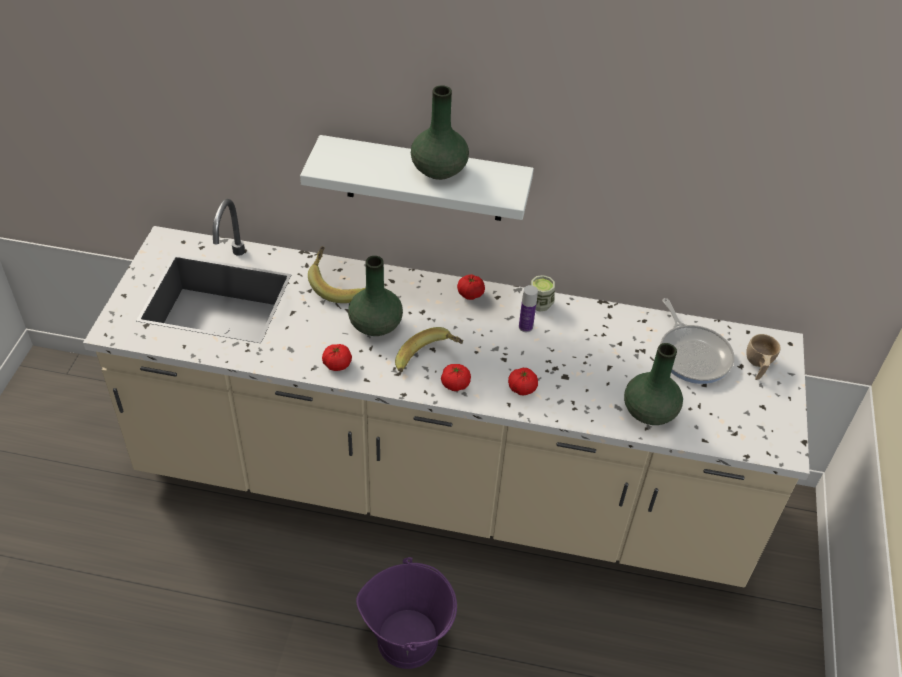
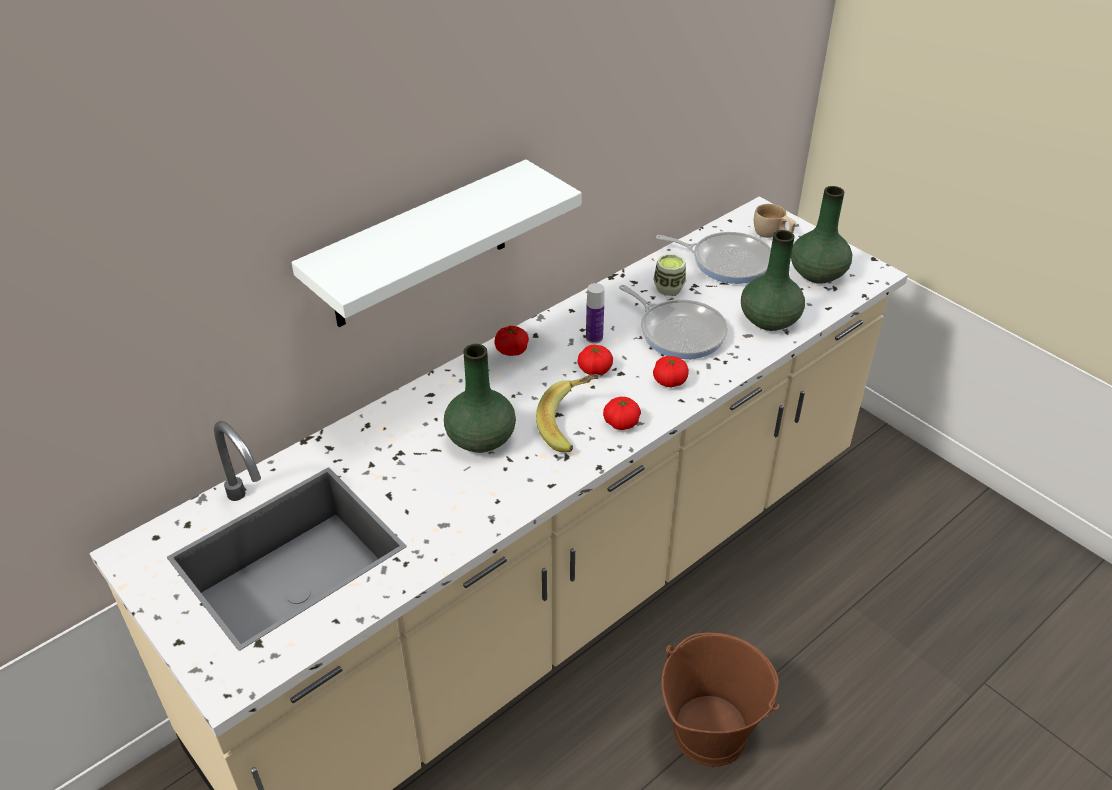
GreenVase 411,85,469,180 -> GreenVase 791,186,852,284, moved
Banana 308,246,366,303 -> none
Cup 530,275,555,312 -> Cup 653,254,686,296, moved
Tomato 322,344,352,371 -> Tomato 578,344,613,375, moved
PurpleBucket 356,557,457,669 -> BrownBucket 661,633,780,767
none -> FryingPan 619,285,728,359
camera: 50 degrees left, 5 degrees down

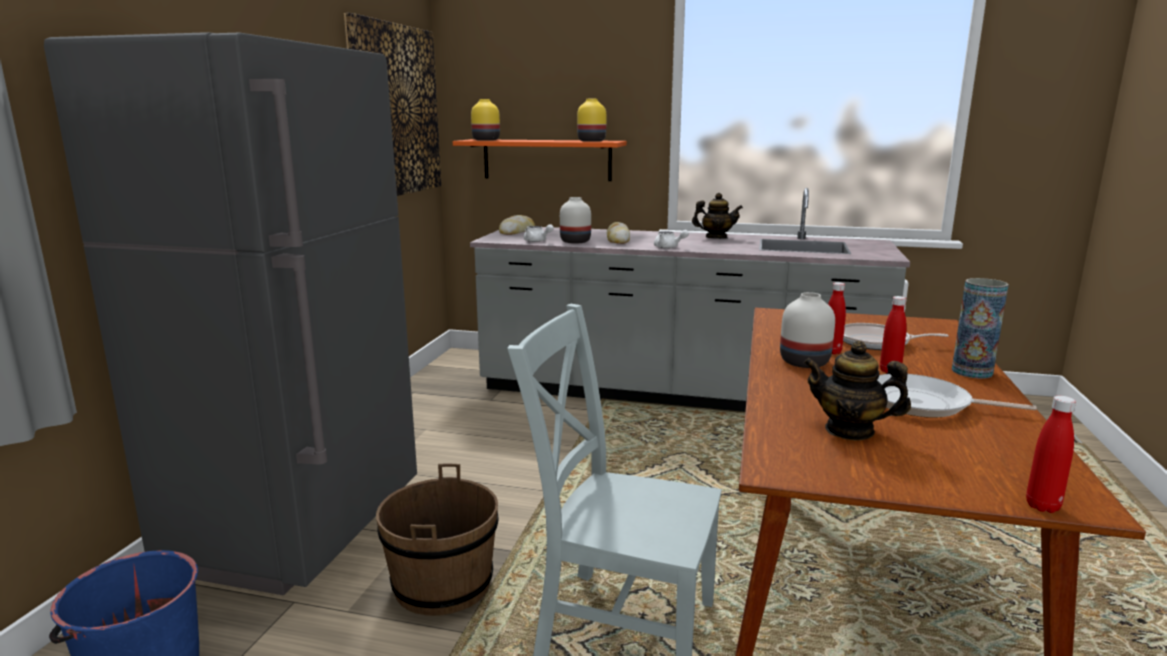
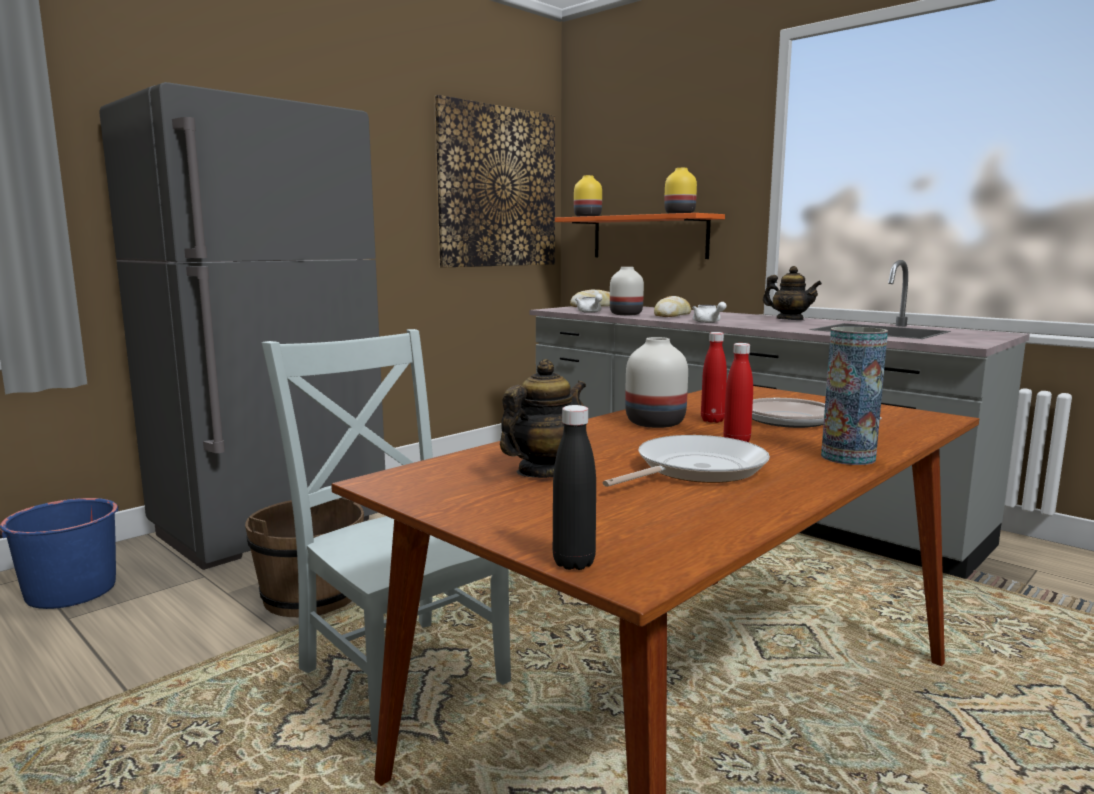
Teapot 803,341,911,440 -> Teapot 500,359,586,478, 75 degrees clockwise
FryingPan 877,374,1037,418 -> FryingPan 603,435,770,487, 90 degrees clockwise
RedBottle 1026,396,1076,513 -> BlackBottle 553,405,596,570
camera: 30 degrees right, 5 degrees down

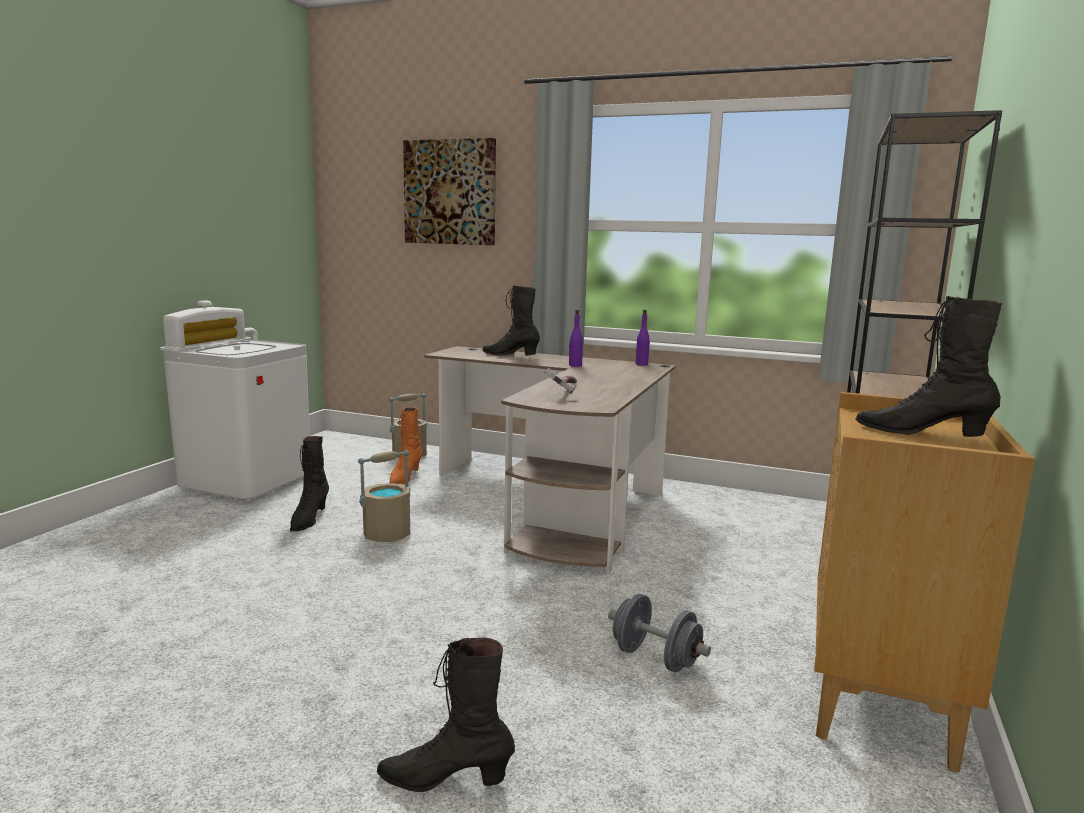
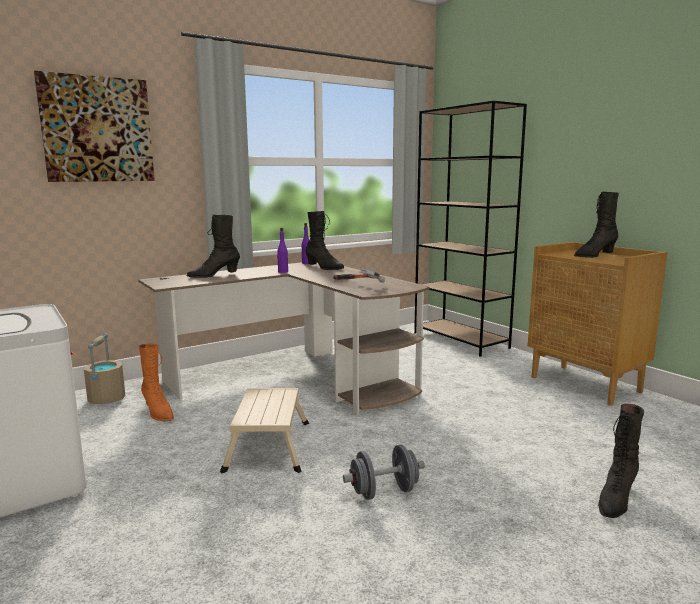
BlackBoot 290,436,329,531 -> BlackBoot 305,211,344,270, moved
BeigeBucket 358,450,410,542 -> BeigeStepLadder 220,388,309,474
GreyDumbbell 608,594,711,672 -> GreyDumbbell 343,445,425,500, moved
camera: 55 degrees left, 0 degrees up

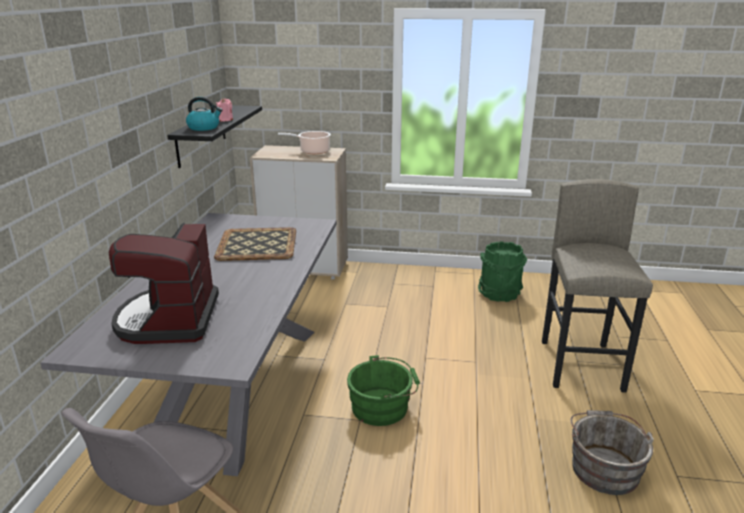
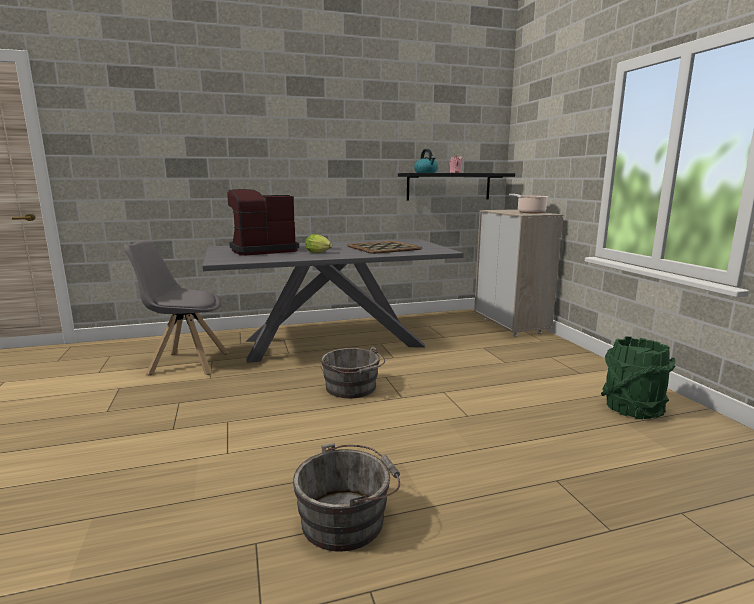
GreyStool 542,179,653,392 -> none
GreenBucket 347,355,420,426 -> GreyBucket 321,346,385,398
none -> Lettuce 305,234,332,253
camera: 65 degrees right, 10 degrees down

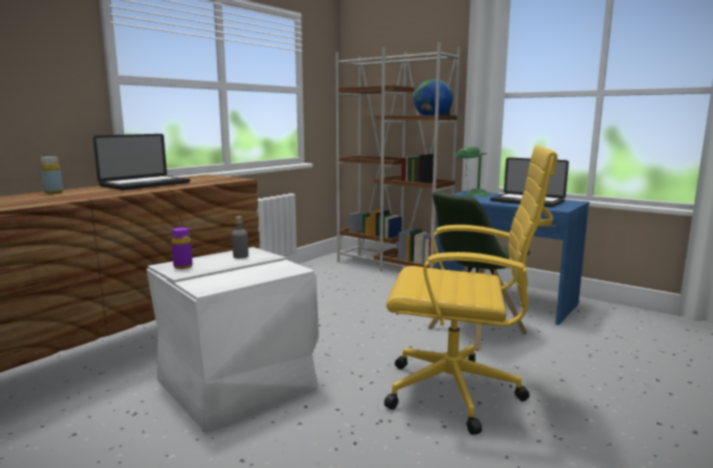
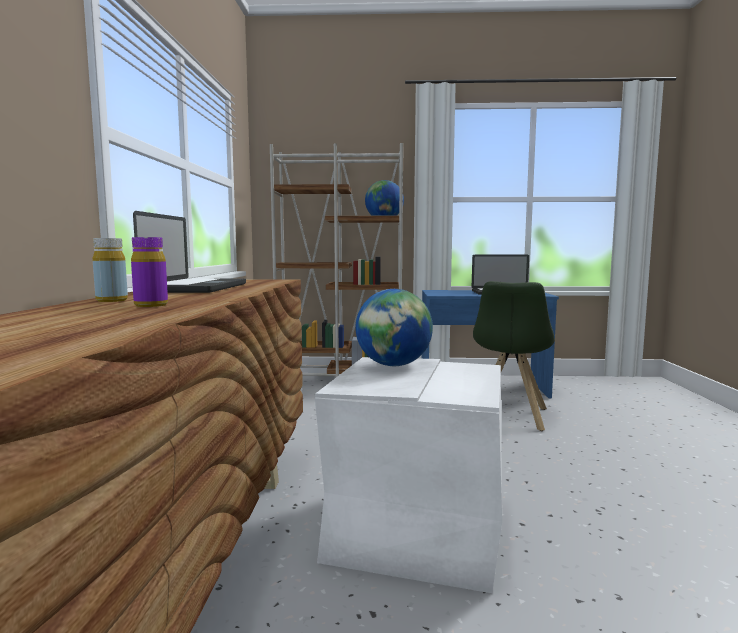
YellowOfficeChair 384,146,558,435 -> none
GreenTableLamp 455,147,491,196 -> none
GreyBottle 232,216,249,258 -> Globe 355,289,433,366
PurpleBottle 172,227,193,269 -> PurpleBottle 131,237,168,307, moved
camera: 35 degrees left, 5 degrees down

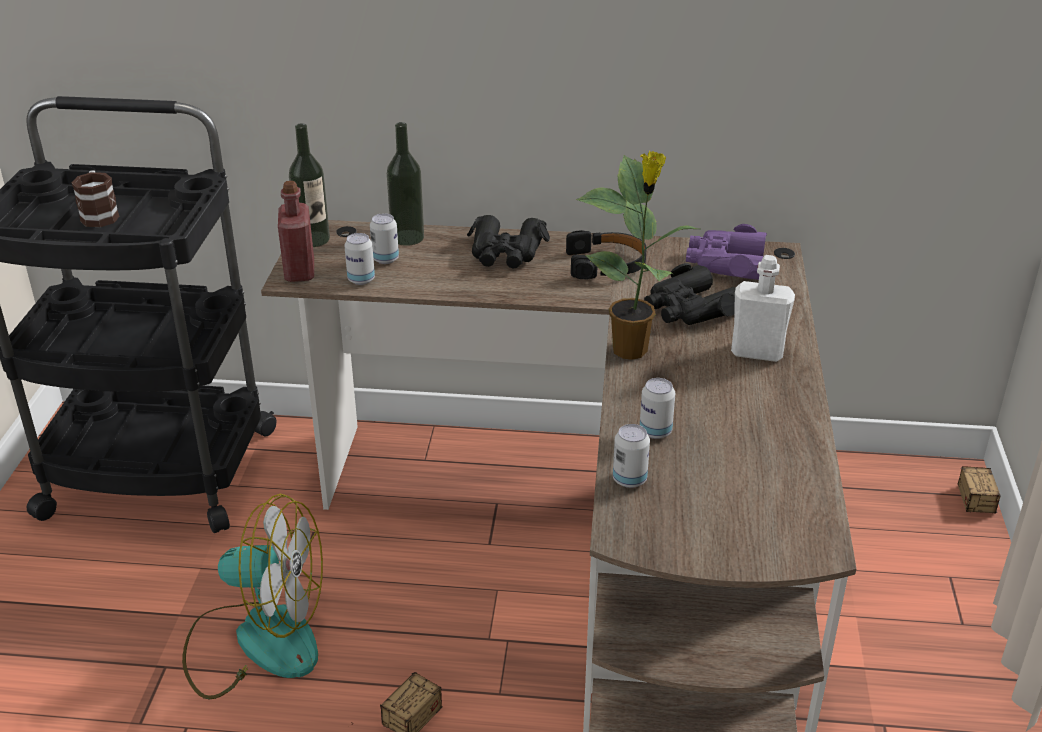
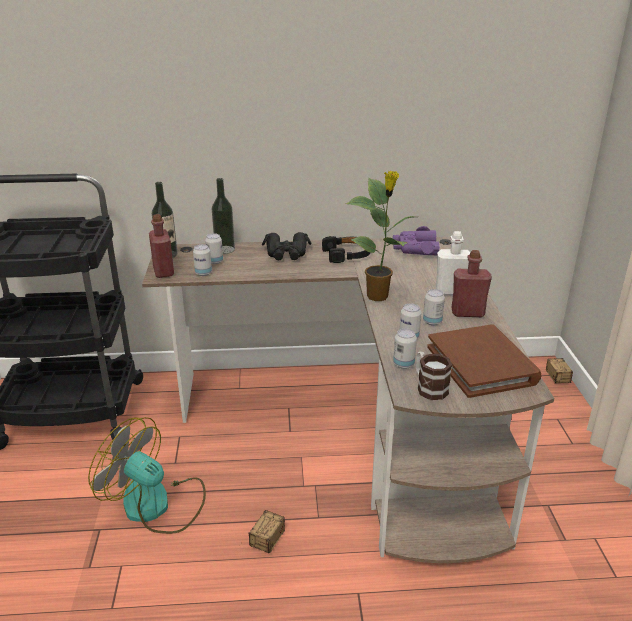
Mug 72,170,119,227 -> Mug 416,351,452,400, moved
BlackBinoculars 644,263,736,325 -> none
Fan 182,494,323,699 -> Fan 88,417,206,534, 150 degrees counterclockwise
none -> RedBottle 451,250,492,317
none -> Can 423,289,445,325
none -> BrownBook 427,324,541,398
camera: 10 degrees left, 5 degrees down

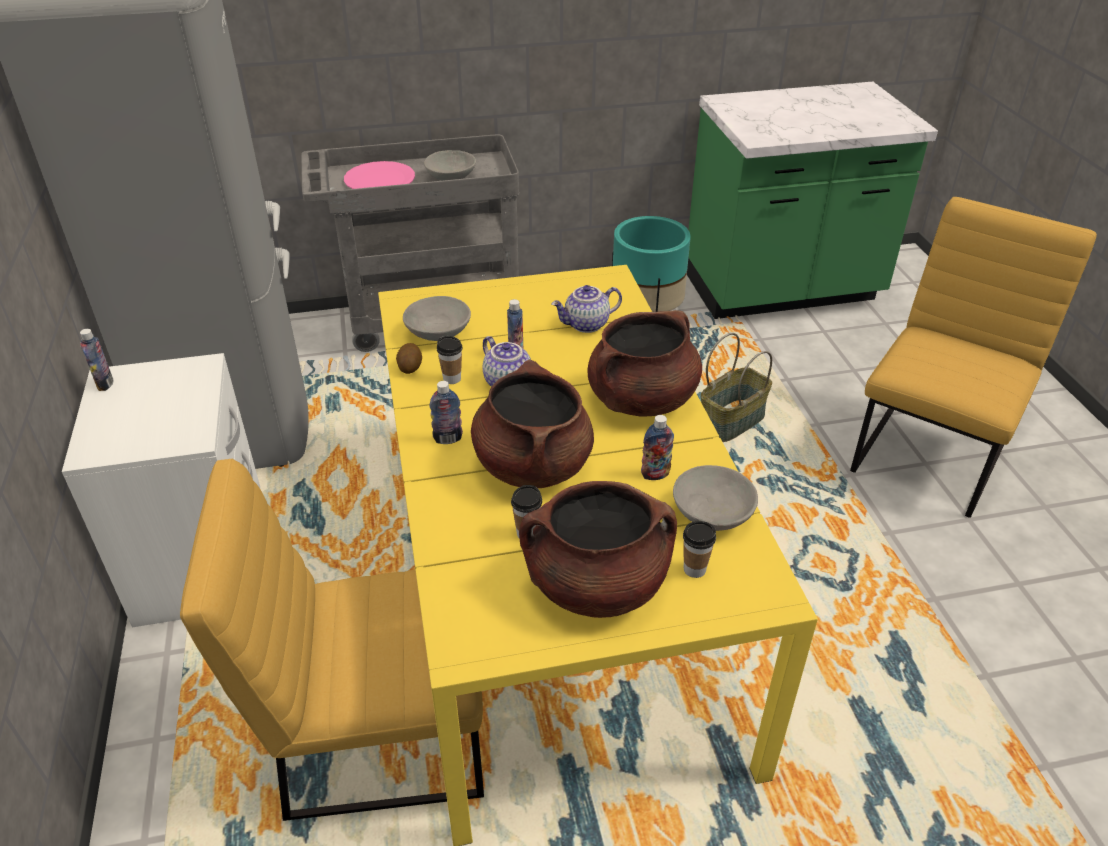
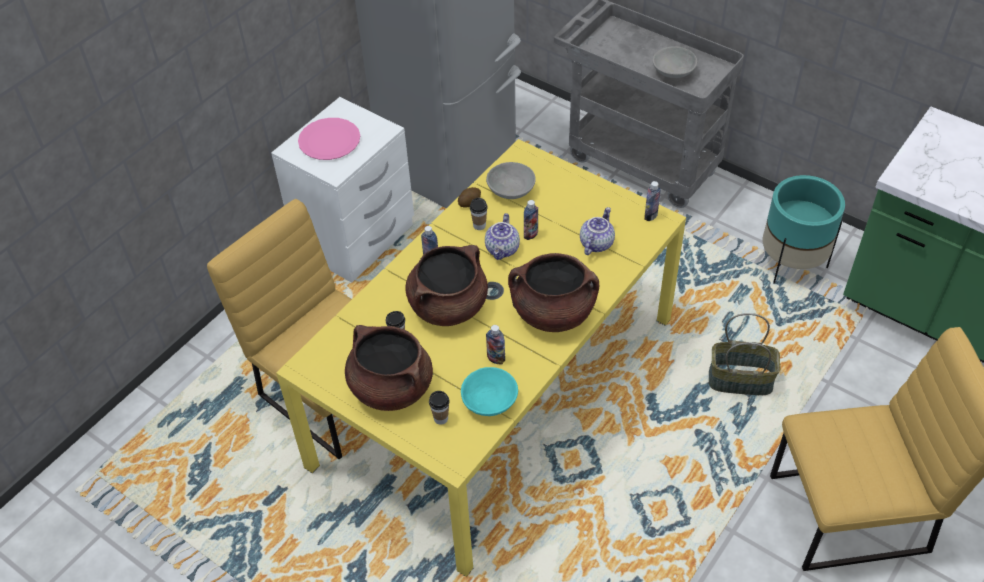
PinkPlate 344,161,415,189 -> PinkPlate 298,118,360,160, moved
Teapot 551,285,622,333 -> Teapot 580,207,615,255, 90 degrees clockwise
Bottle 80,329,114,391 -> Bottle 644,181,661,221, moved
GreyBowl 673,465,758,531 -> TurquoiseBowl 461,367,518,416
camera: 50 degrees right, 10 degrees up

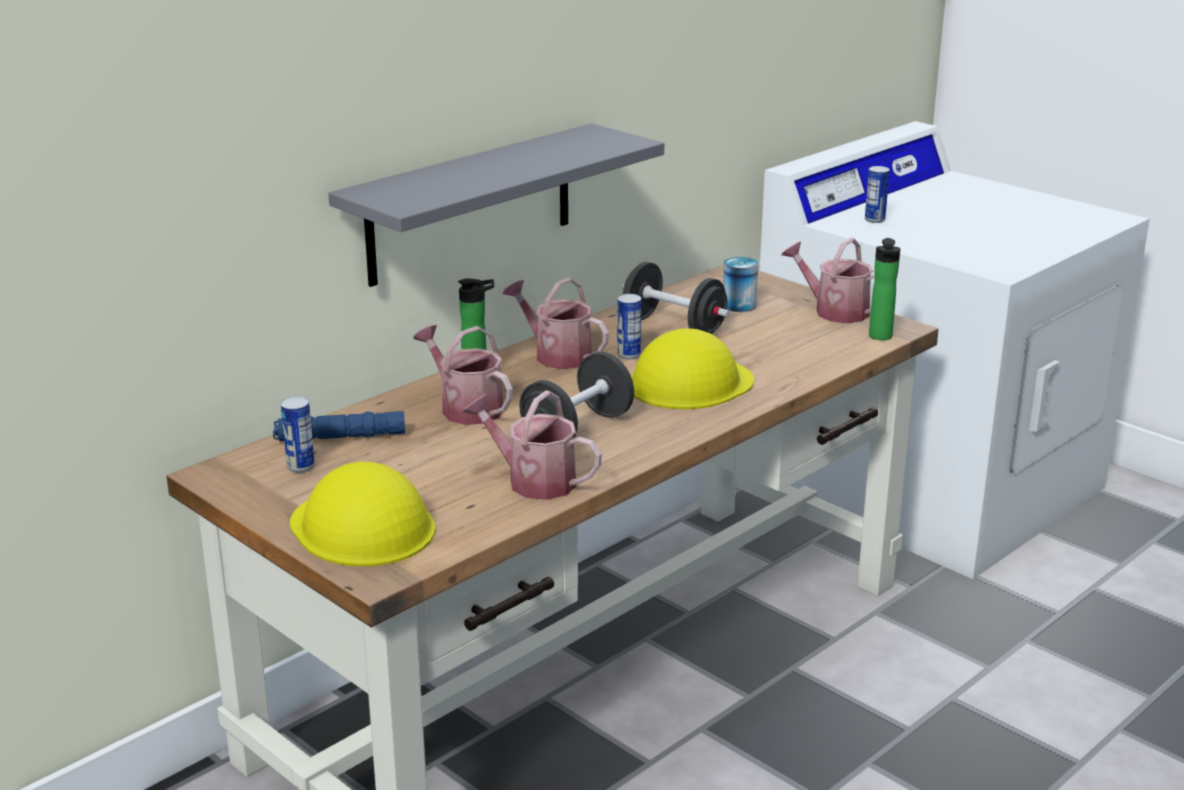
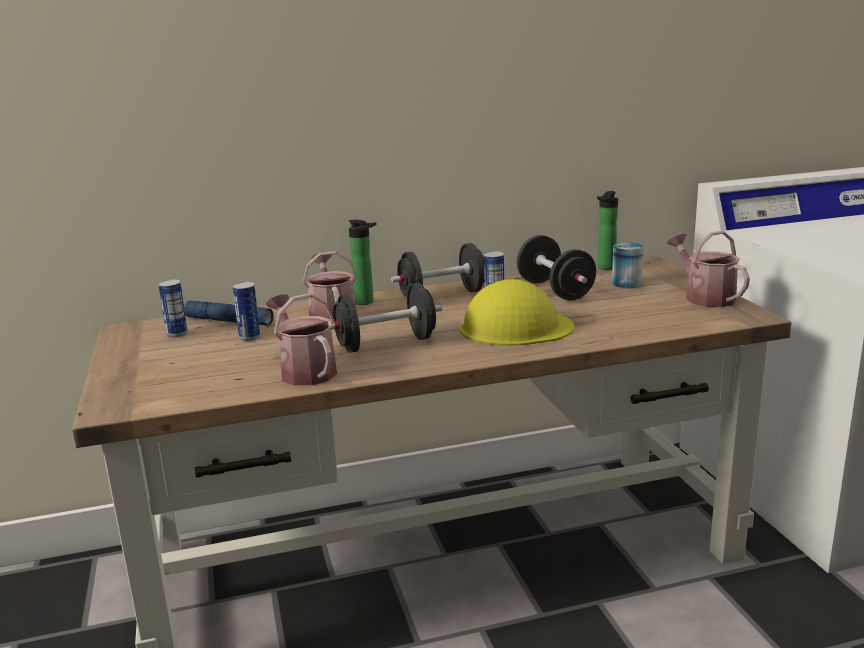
GreyShelf 328,123,664,287 -> none
Can 865,166,890,223 -> Can 233,282,260,341, moved
Bottle 869,238,900,340 -> Bottle 597,191,618,270, moved
WateringCan 503,277,609,369 -> BlackDumbbell 391,243,485,297
YellowHardHat 290,462,435,567 -> none
camera: 30 degrees right, 5 degrees down

